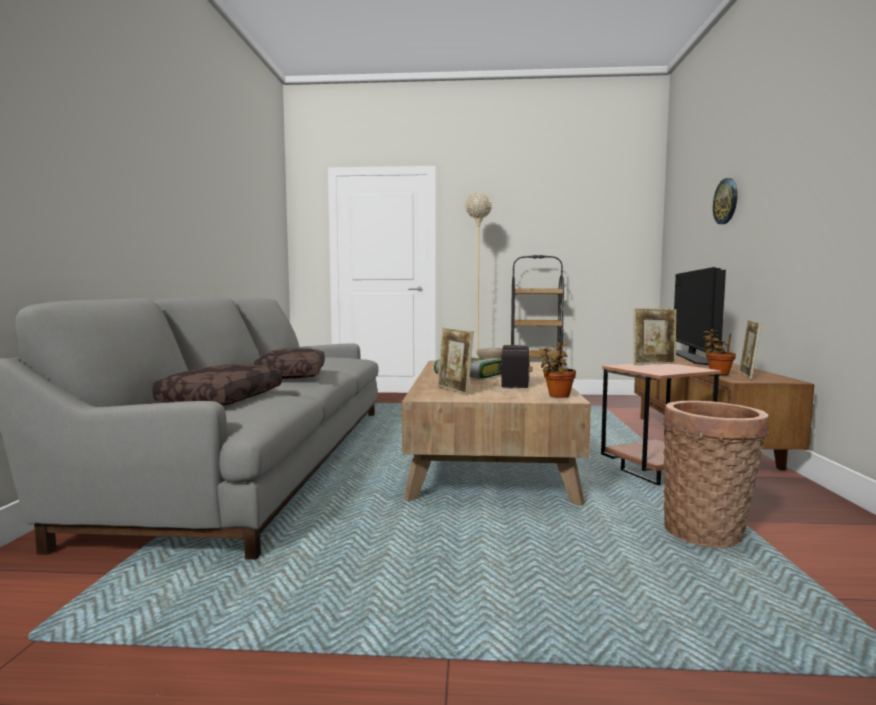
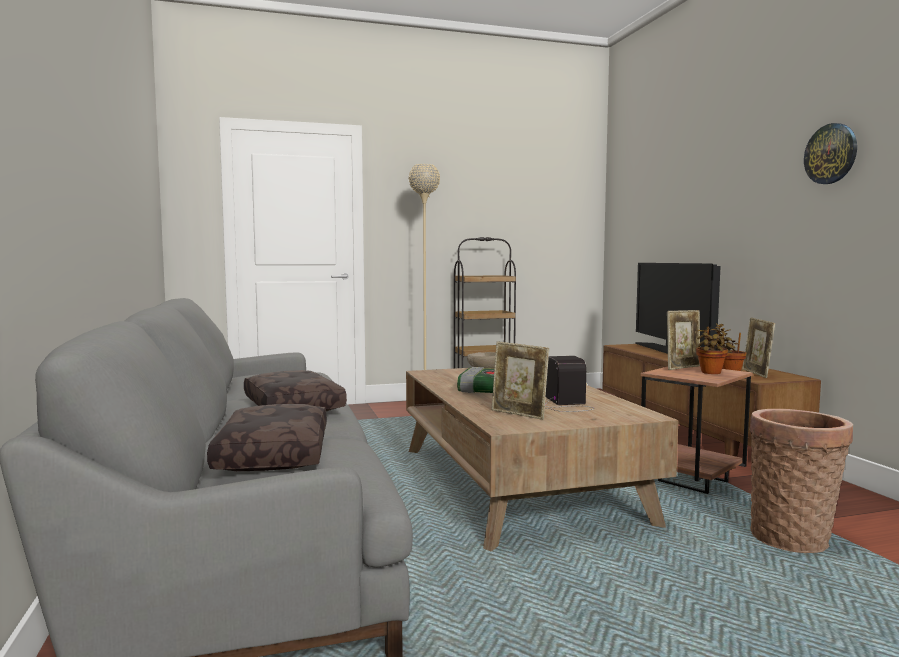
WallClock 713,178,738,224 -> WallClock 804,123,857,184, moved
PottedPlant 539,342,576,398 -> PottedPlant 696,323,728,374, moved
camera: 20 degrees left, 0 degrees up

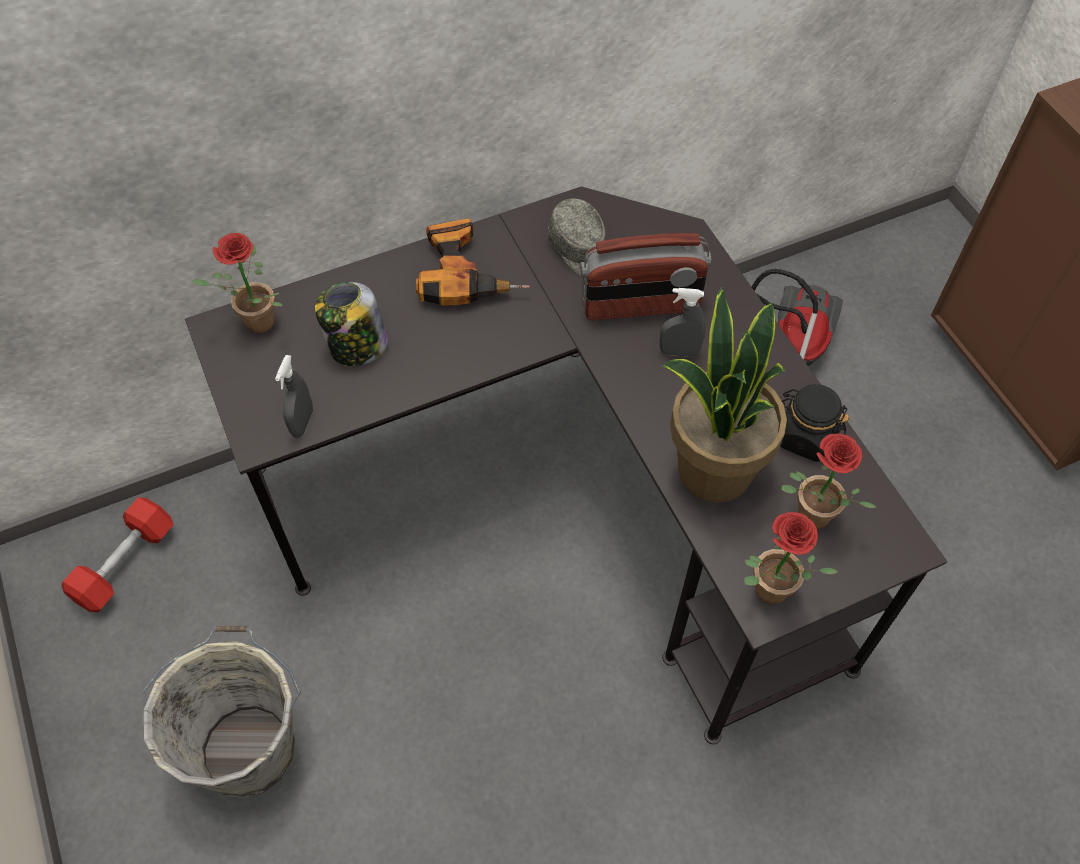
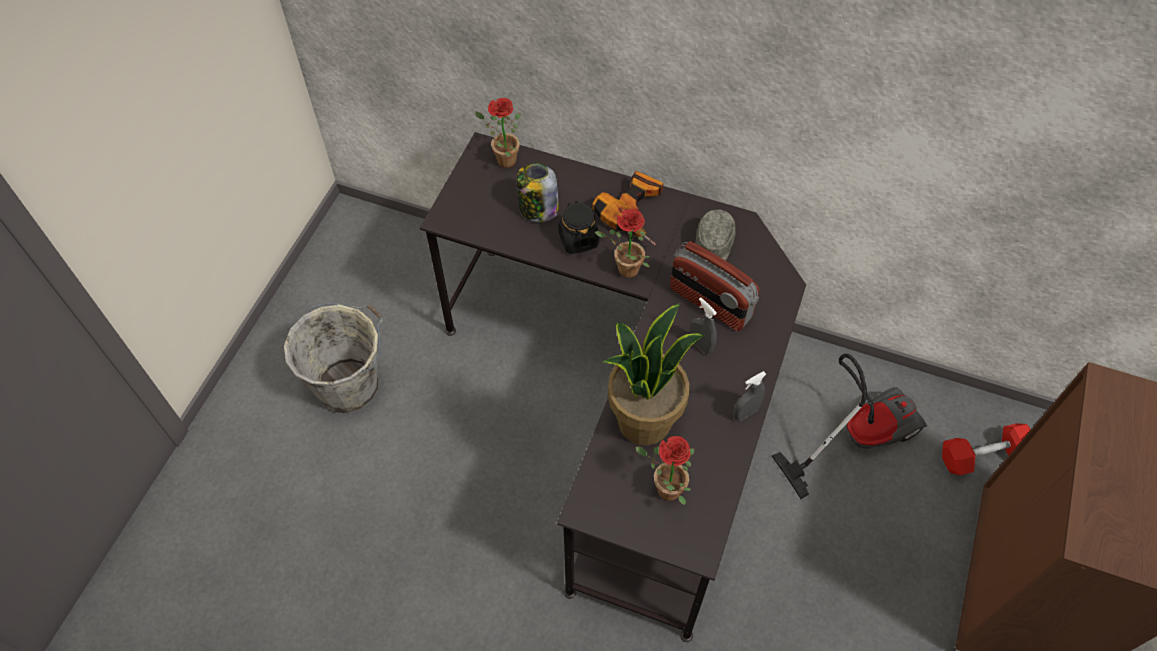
GreySprayBottle 275,355,313,438 -> GreySprayBottle 733,371,766,421, moved
BlackJar 780,384,849,462 -> BlackJar 558,201,599,254, moved
RedDumbbell 61,497,174,612 -> RedDumbbell 942,423,1031,475, moved
PottedPlant 744,512,838,605 -> PottedPlant 595,209,650,278, moved
camera: 45 degrees right, 0 degrees up

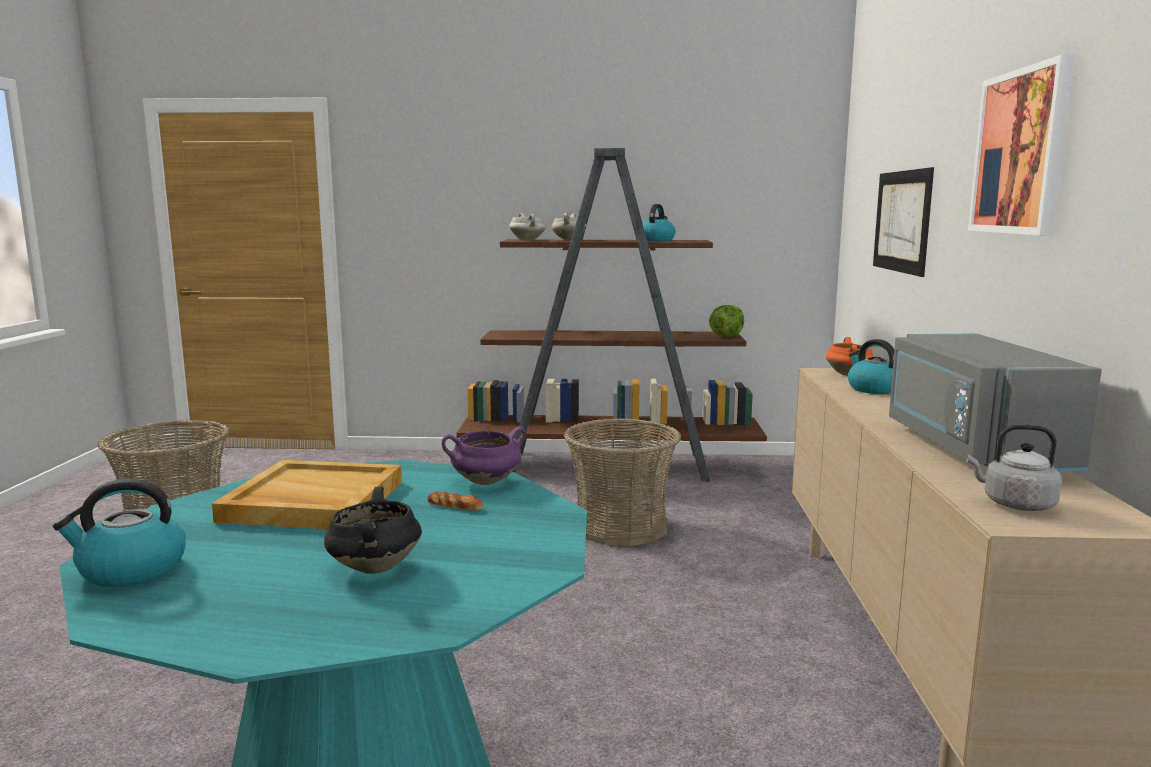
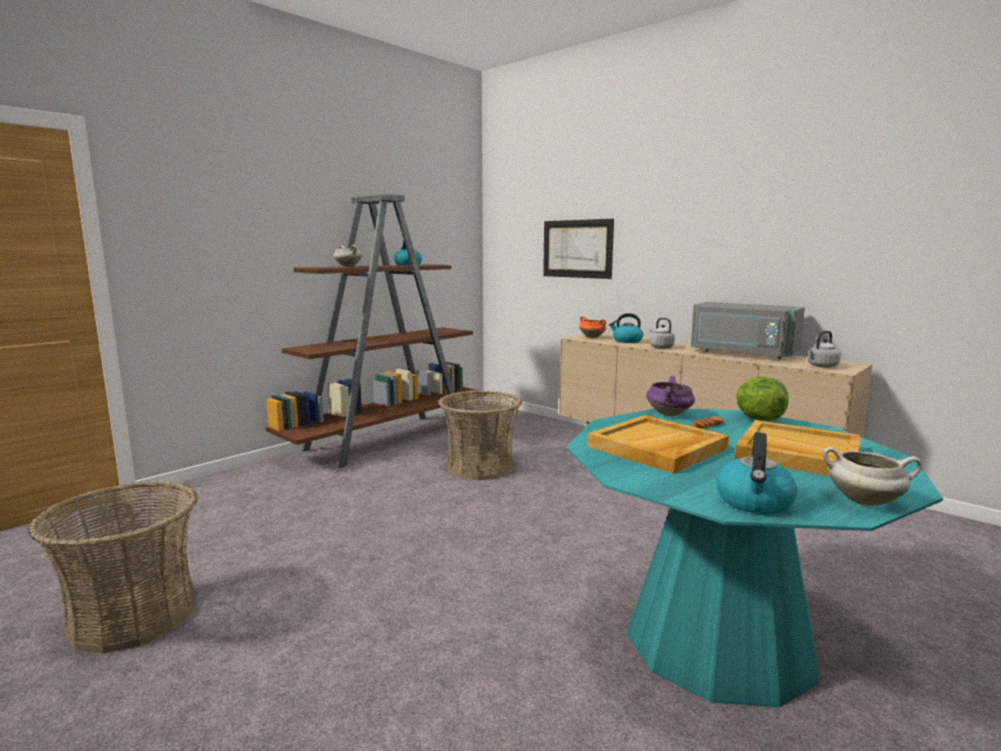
Picture 968,54,1075,235 -> none
WhiteCookingPot 509,213,545,241 -> WhiteCookingPot 823,447,922,506, moved
Lettuce 709,305,744,337 -> Lettuce 736,377,789,421, moved
BlackCookingPot 324,486,422,574 -> BeigeTray 735,420,862,476
none -> GreyKettle 649,318,675,349
camera: 50 degrees left, 0 degrees up

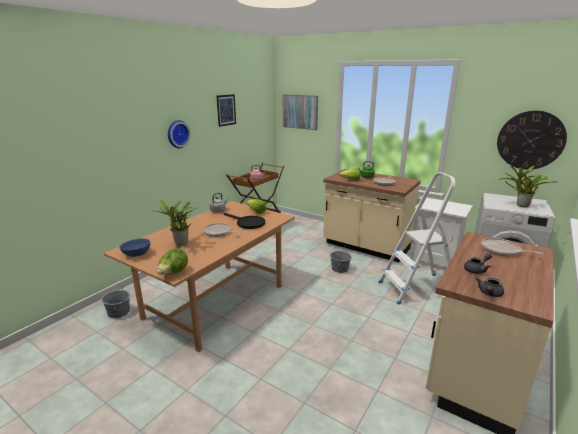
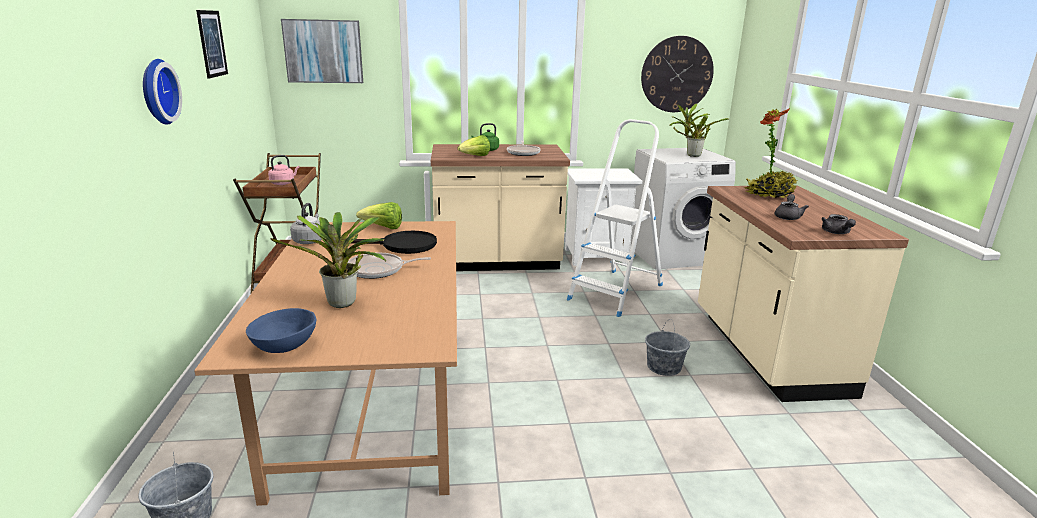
FryingPan 481,238,543,256 -> PottedPlant 745,108,798,199
GreyBucket 330,245,352,273 -> GreyBucket 645,319,690,376, moved
Lettuce 157,248,188,274 -> none
camera: 40 degrees left, 0 degrees up

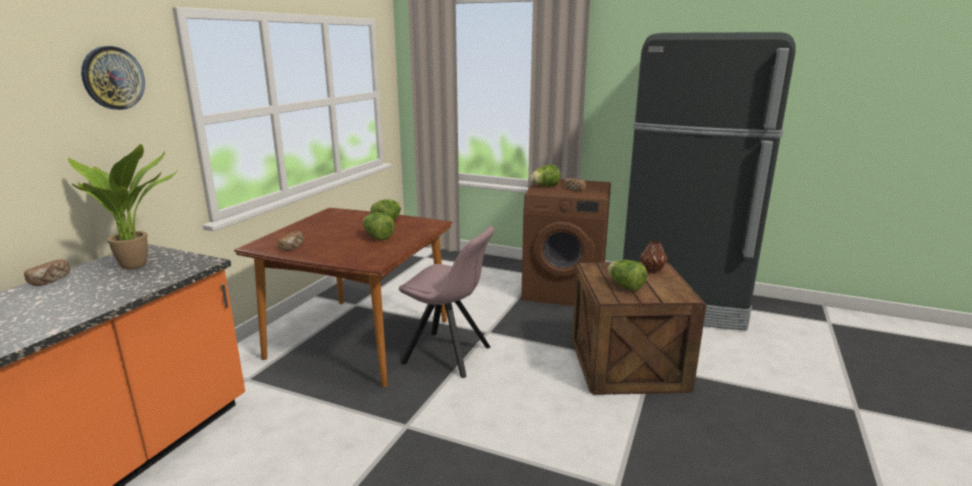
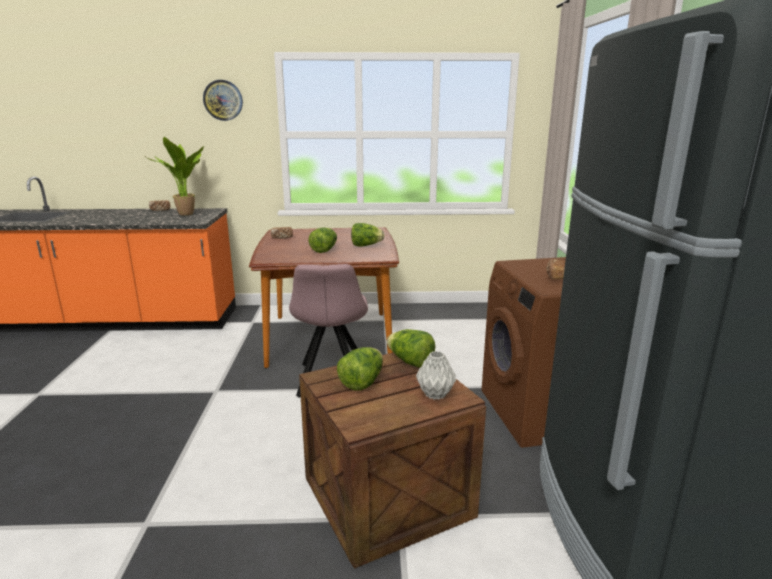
Lettuce 530,165,561,187 -> Lettuce 387,329,435,368, moved
BrownVase 640,241,668,273 -> GreyVase 416,351,456,400
camera: 65 degrees right, 0 degrees up

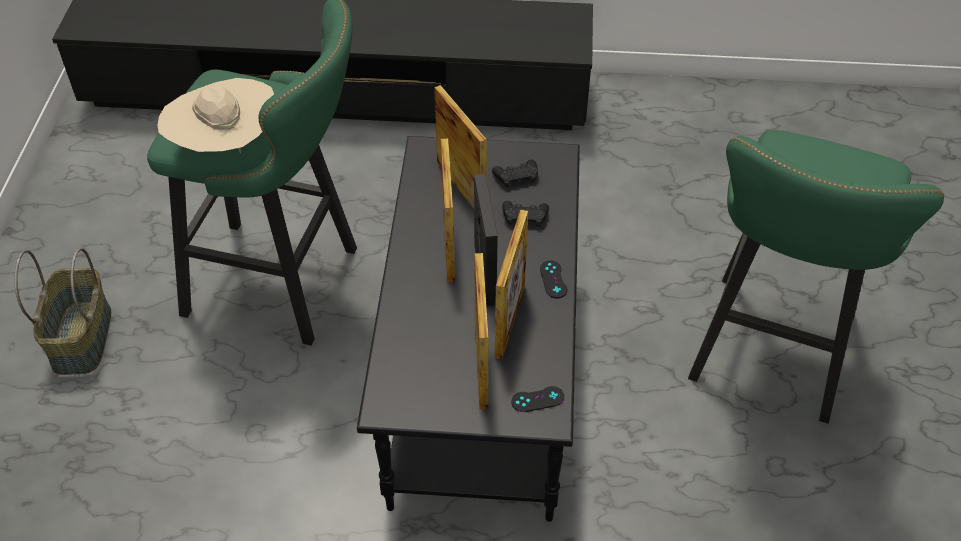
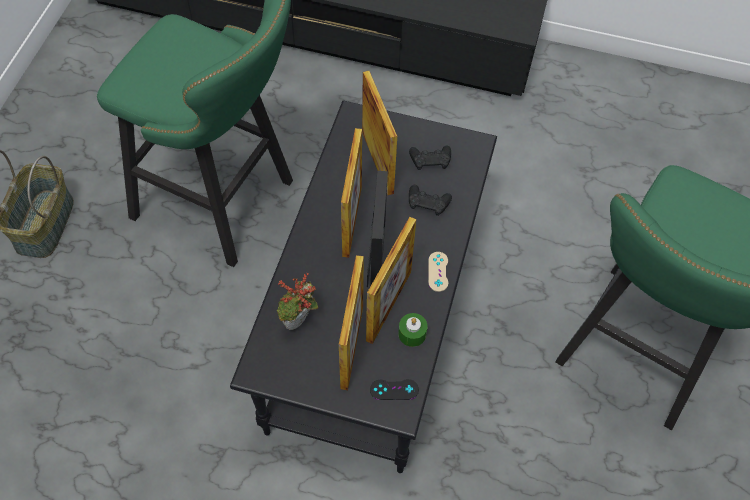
BeigeHat 157,78,274,153 -> none
BlackGameController 540,260,567,298 -> BeigeGameController 428,252,448,292
none -> PottedPlant 277,273,318,330
none -> GreenCandle 398,313,428,347
camera: 10 degrees right, 10 degrees up

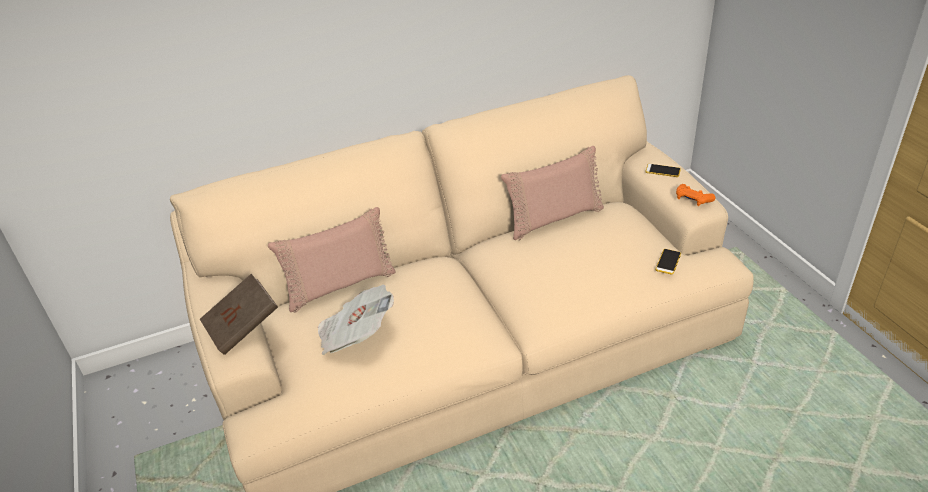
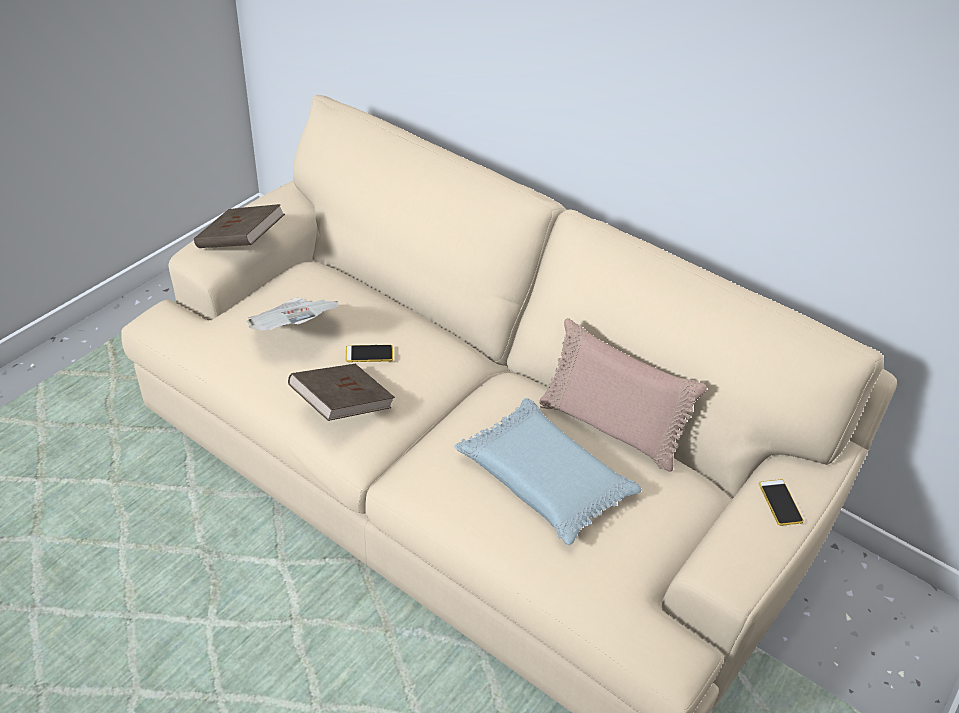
OrangeGameController 676,184,715,206 -> none
BeigePillow 268,207,396,313 -> none
Phone 655,249,681,275 -> Phone 346,345,393,362, moved
none -> BrownBook 288,364,395,421
none -> BluePillow 454,398,642,545
camera: 55 degrees right, 5 degrees up

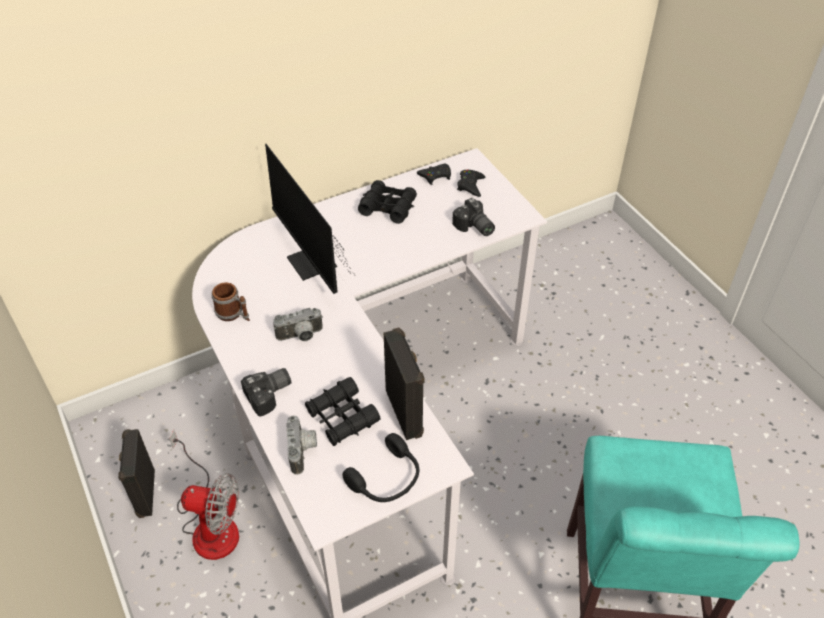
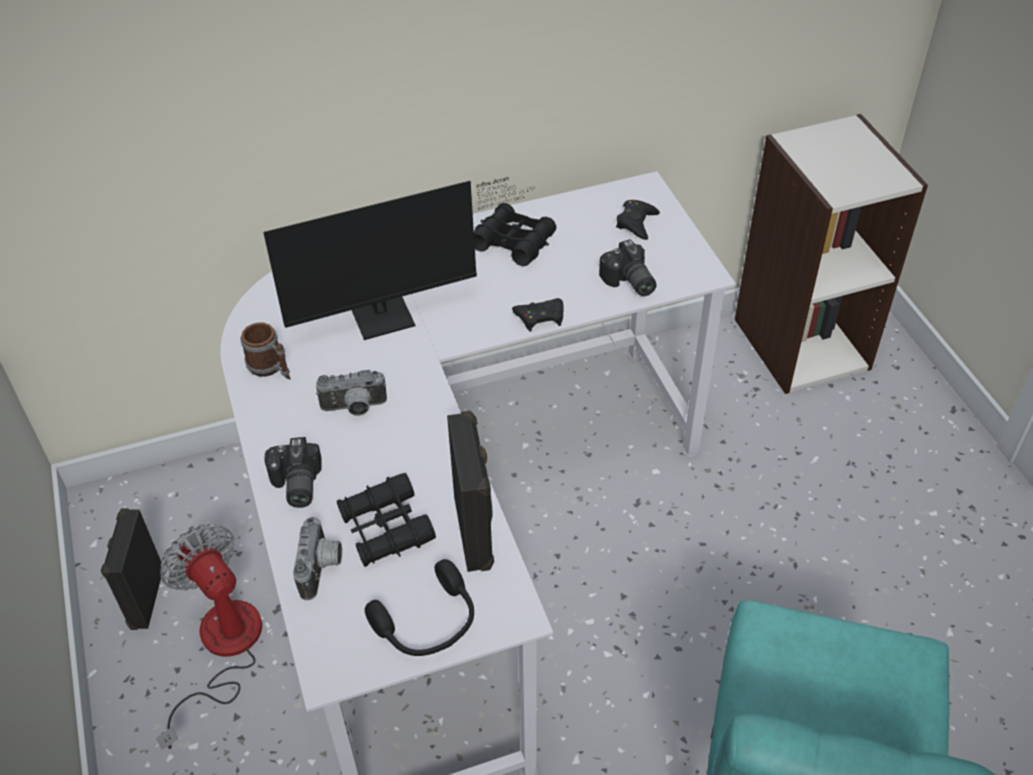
Monitor 265,144,355,294 -> Monitor 263,177,535,340, 90 degrees counterclockwise
BlackGameController 417,164,451,185 -> BlackGameController 512,298,564,332, moved
PhotoCamera 241,368,291,417 -> PhotoCamera 264,437,322,508, 105 degrees clockwise
Fan 170,430,239,560 -> Fan 156,524,262,750, 150 degrees counterclockwise
none -> Bookcase 735,114,928,394
camera: 10 degrees right, 0 degrees up

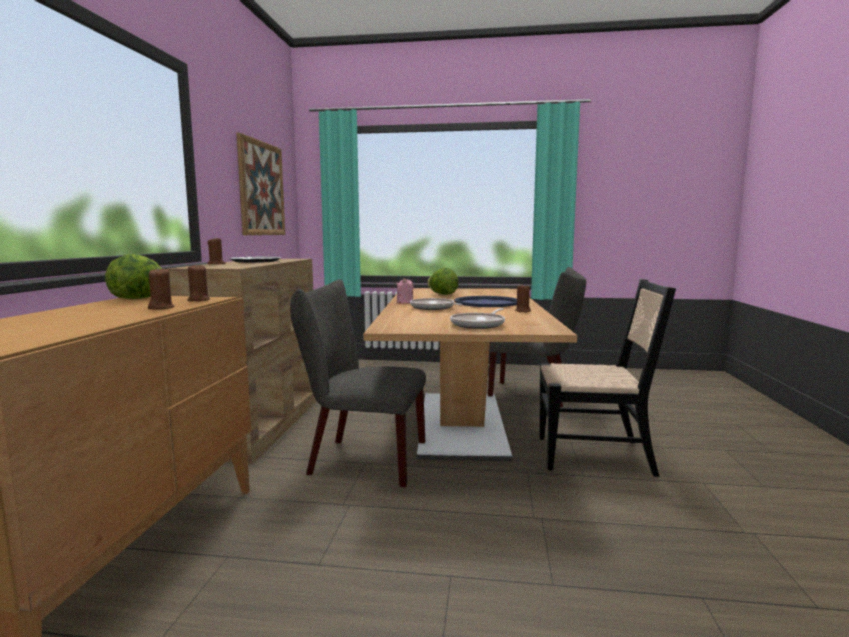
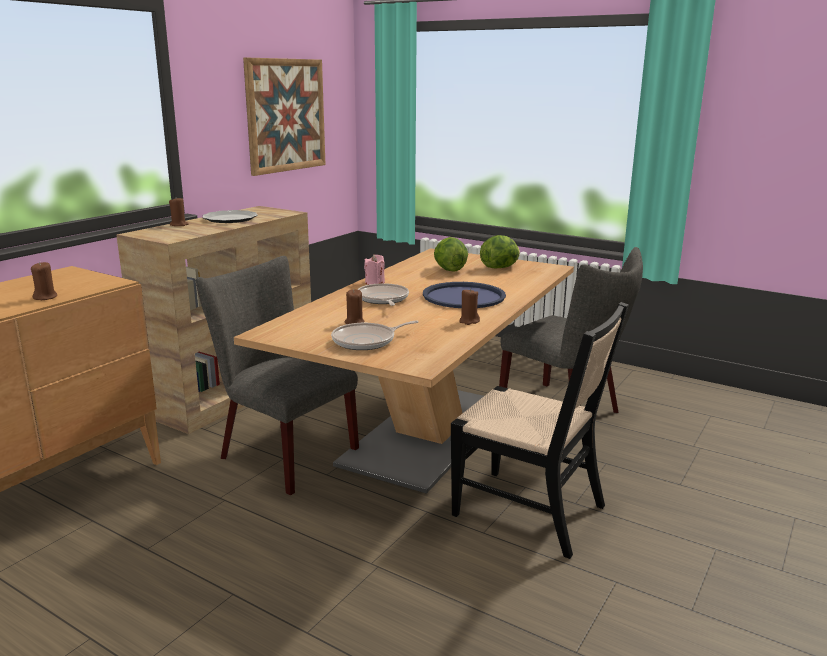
Lettuce 105,254,162,299 -> Lettuce 480,235,520,268, moved
BrownCandle 187,263,210,301 -> BrownCandle 345,289,364,324, moved
camera: 25 degrees right, 10 degrees up

